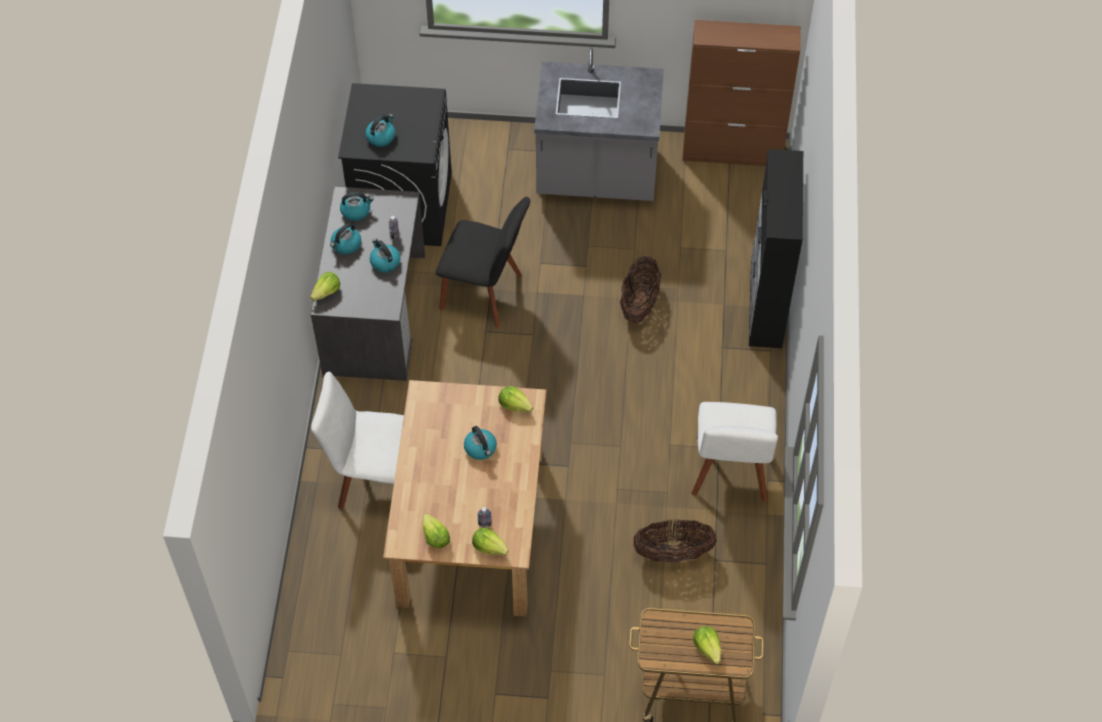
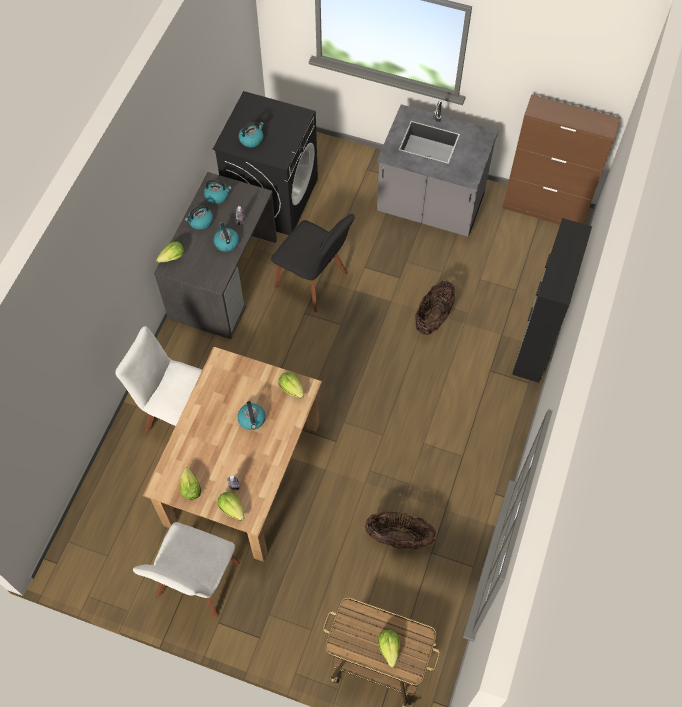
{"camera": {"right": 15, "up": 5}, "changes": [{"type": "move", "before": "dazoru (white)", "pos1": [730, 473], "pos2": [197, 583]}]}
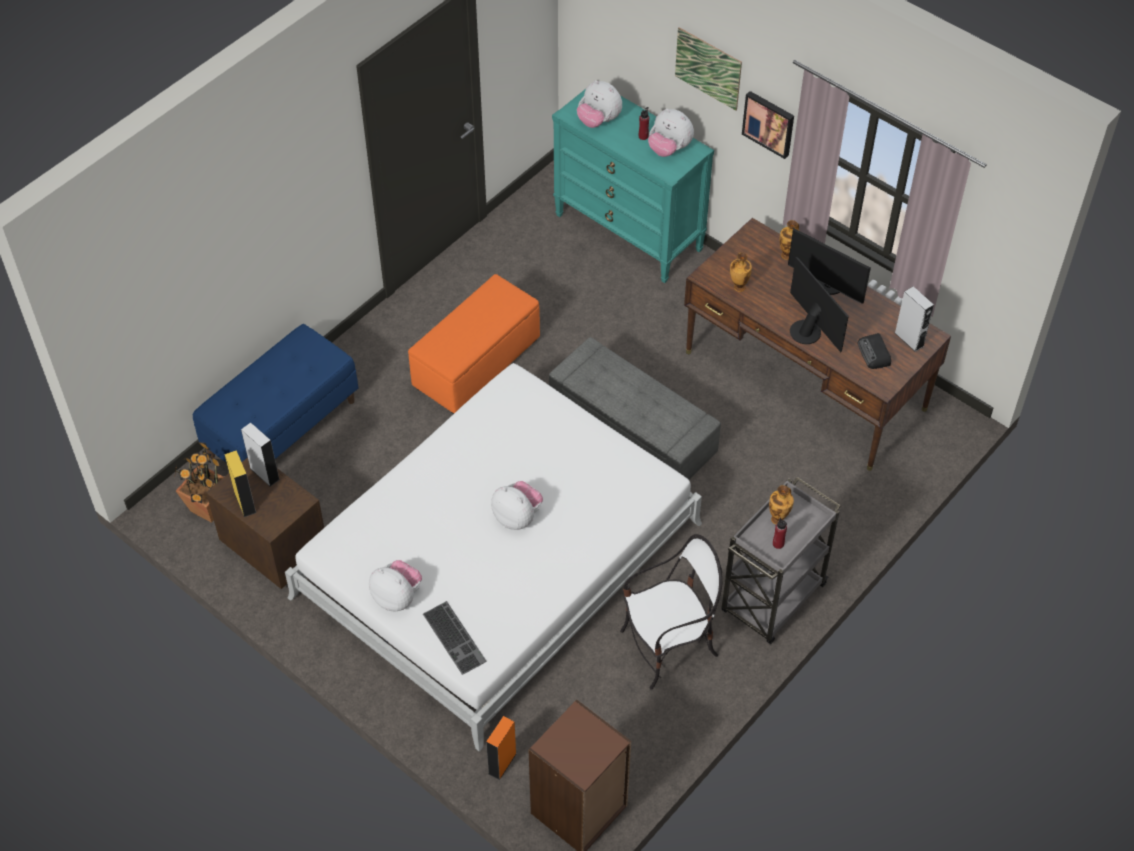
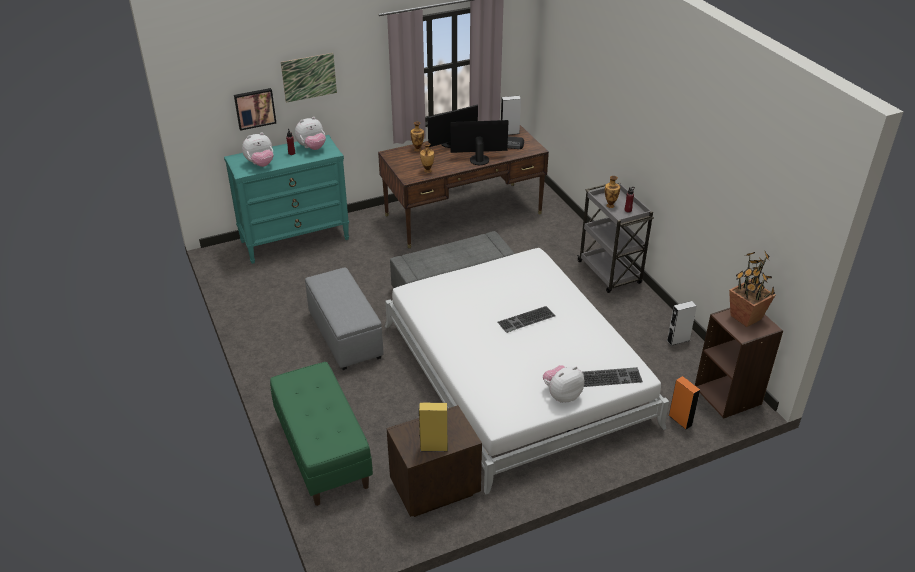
{"camera": {"right": -65, "up": -15}, "changes": [{"type": "move", "before": "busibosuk", "pos1": [208, 507], "pos2": [745, 317]}, {"type": "recolor", "before": "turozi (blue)", "after": "turozi (green)", "pos1": [282, 427], "pos2": [322, 452]}, {"type": "move", "before": "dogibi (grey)", "pos1": [264, 473], "pos2": [678, 340]}, {"type": "recolor", "before": "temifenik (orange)", "after": "temifenik (grey)", "pos1": [476, 364], "pos2": [345, 335]}, {"type": "replace", "before": "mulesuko", "after": "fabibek", "pos1": [517, 517], "pos2": [526, 320]}, {"type": "delete", "before": "dazoru", "pos1": [668, 647]}, {"type": "move", "before": "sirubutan", "pos1": [769, 123], "pos2": [254, 108]}]}
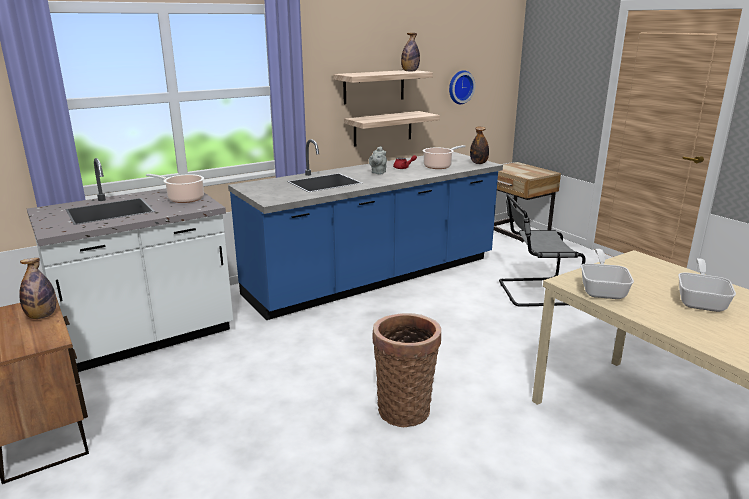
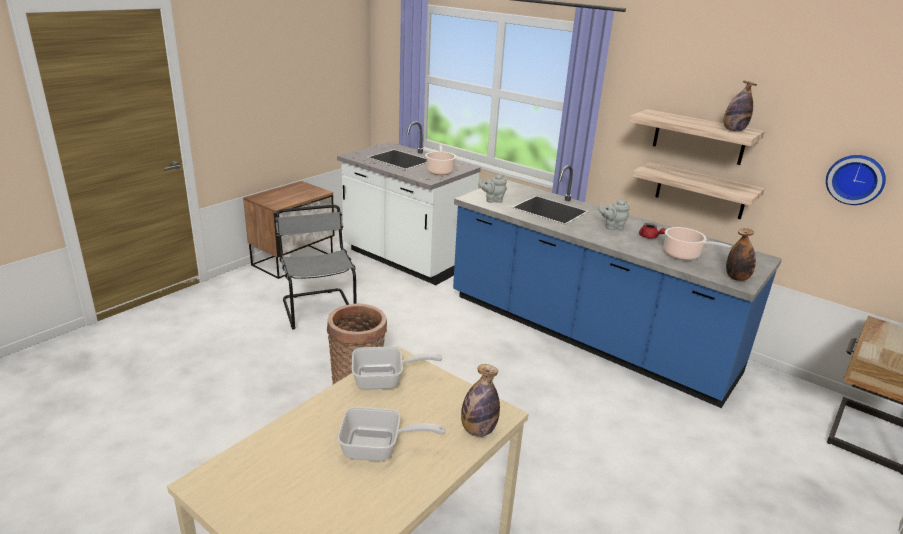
{"camera": {"right": 70, "up": 5}, "changes": [{"type": "move", "before": "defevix", "pos1": [42, 316], "pos2": [478, 430]}, {"type": "move", "before": "dazoru (grey)", "pos1": [533, 292], "pos2": [318, 308]}, {"type": "insert", "after": "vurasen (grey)", "pos2": [492, 200]}]}
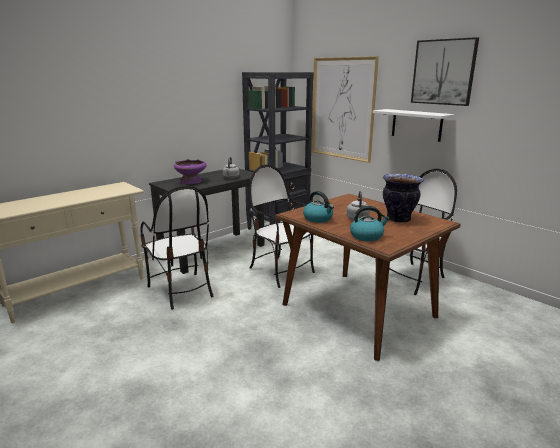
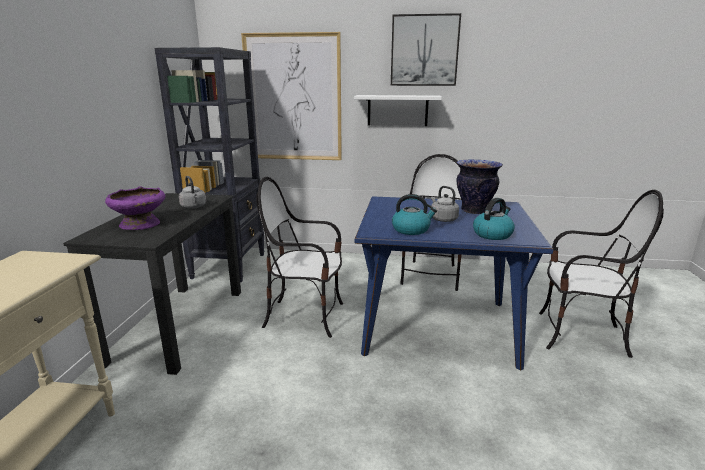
{"camera": {"right": -40, "up": 0}, "changes": [{"type": "move", "before": "dazoru", "pos1": [181, 290], "pos2": [580, 335]}, {"type": "recolor", "before": "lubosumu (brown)", "after": "lubosumu (blue)", "pos1": [357, 310], "pos2": [437, 327]}]}
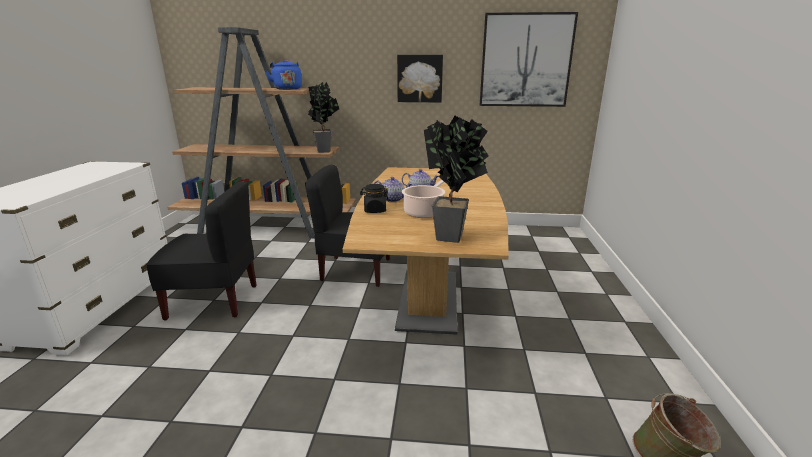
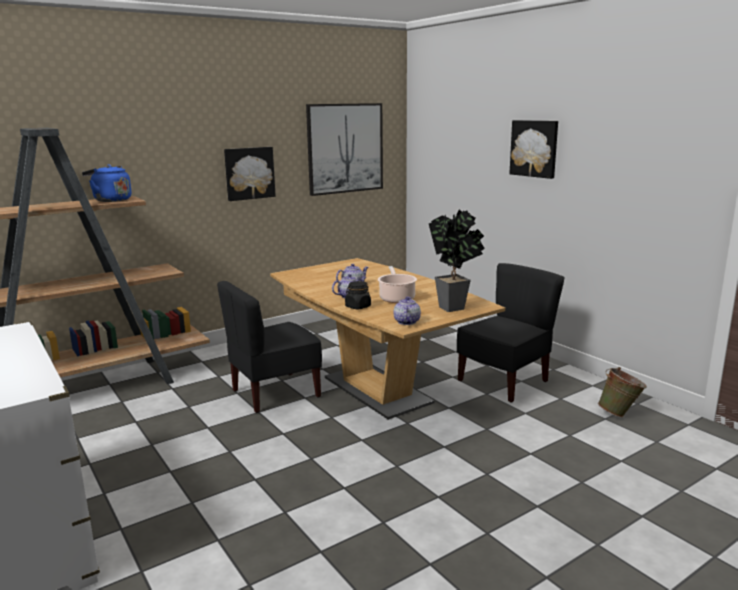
{"camera": {"right": -40, "up": -5}, "changes": [{"type": "move", "before": "dazoru (black)", "pos1": [214, 301], "pos2": [504, 381]}, {"type": "delete", "before": "busibosuk", "pos1": [325, 150]}, {"type": "insert", "after": "vurasen", "pos2": [406, 322]}, {"type": "insert", "after": "sirubutan", "pos2": [534, 148]}]}
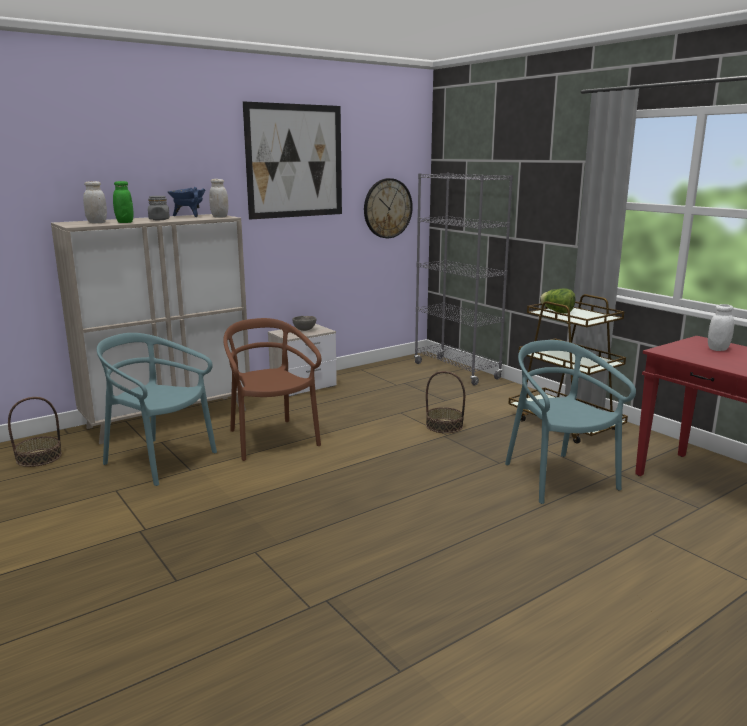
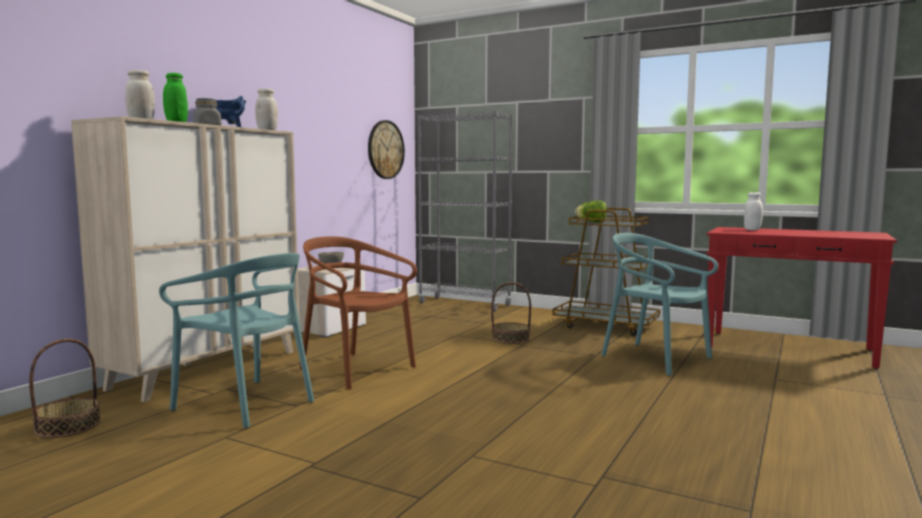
{"camera": {"right": -25, "up": -10}, "changes": [{"type": "rotate", "before": "dazoru (turquoise)", "pos1": [159, 460], "pos2": [246, 403], "turn": -150}, {"type": "delete", "before": "sirubutan", "pos1": [295, 161]}]}
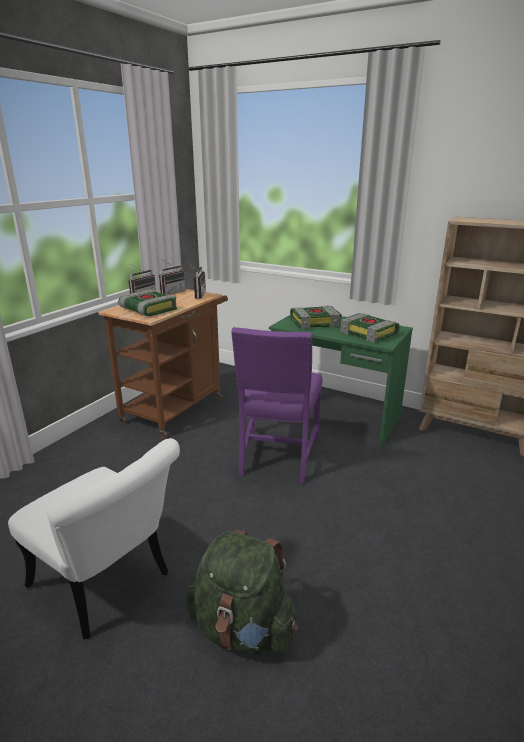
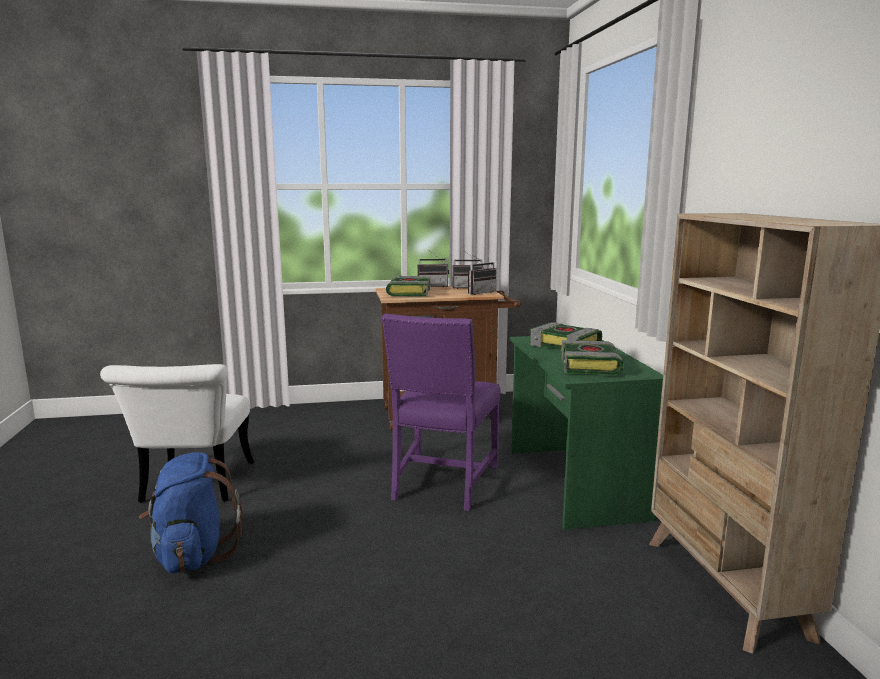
{"camera": {"right": 50, "up": -10}, "changes": [{"type": "recolor", "before": "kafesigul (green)", "after": "kafesigul (blue)", "pos1": [242, 629], "pos2": [193, 555]}, {"type": "rotate", "before": "dazoru (purple)", "pos1": [277, 456], "pos2": [442, 483], "turn": -45}]}
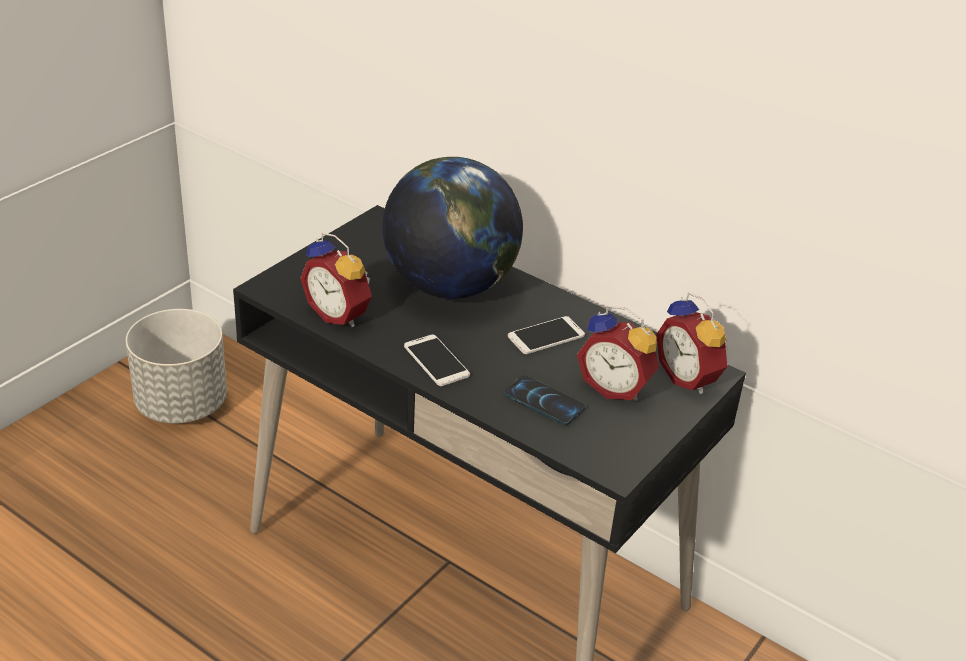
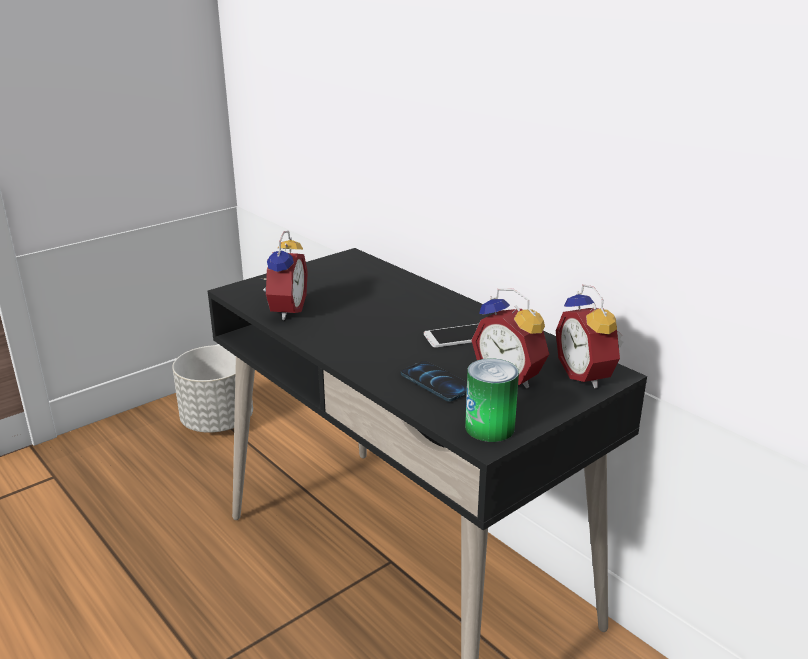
{"camera": {"right": 15, "up": -10}, "changes": [{"type": "rotate", "before": "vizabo", "pos1": [340, 314], "pos2": [284, 310], "turn": -135}, {"type": "delete", "before": "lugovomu", "pos1": [450, 287]}, {"type": "delete", "before": "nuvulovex", "pos1": [436, 361]}, {"type": "insert", "after": "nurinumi", "pos2": [489, 427]}]}
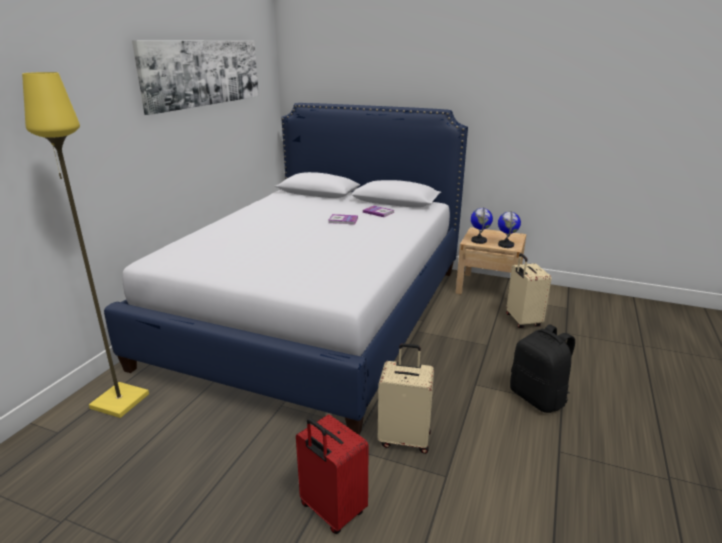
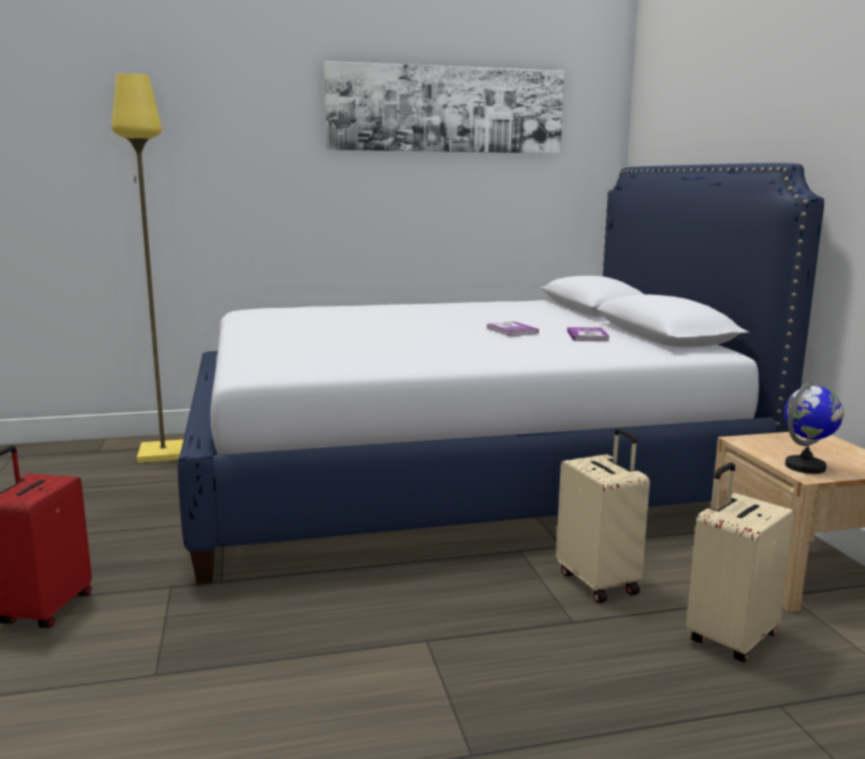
{"camera": {"right": 55, "up": -10}, "changes": [{"type": "move", "before": "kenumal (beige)", "pos1": [405, 438], "pos2": [599, 582]}, {"type": "delete", "before": "lugovomu", "pos1": [479, 240]}, {"type": "delete", "before": "kafesigul (black)", "pos1": [538, 398]}]}
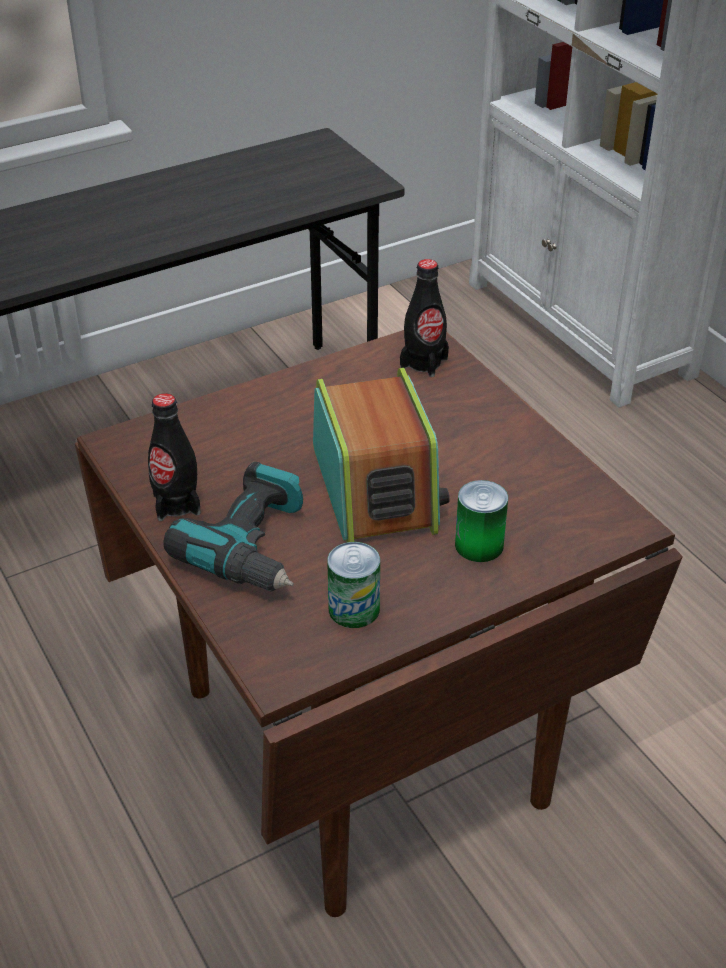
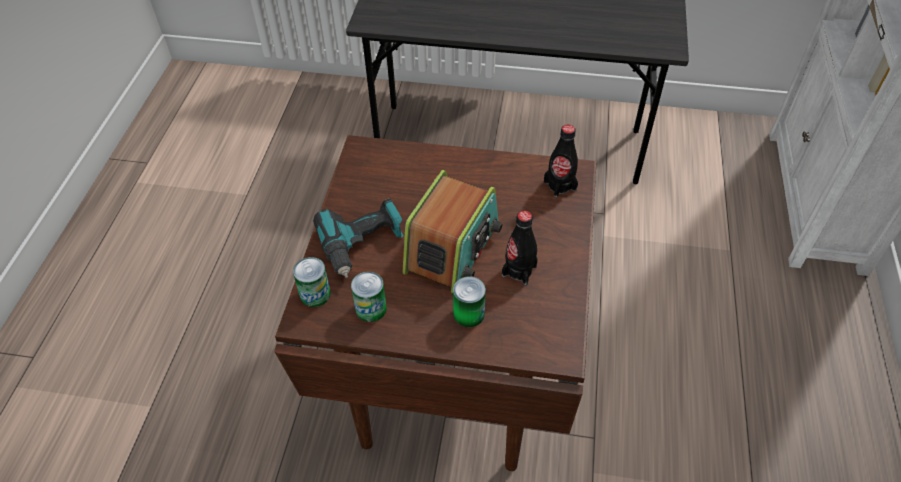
{"camera": {"right": 40, "up": 10}, "changes": [{"type": "move", "before": "defevix (black)", "pos1": [177, 504], "pos2": [519, 270]}, {"type": "insert", "after": "nurinumi", "pos2": [315, 294]}]}
